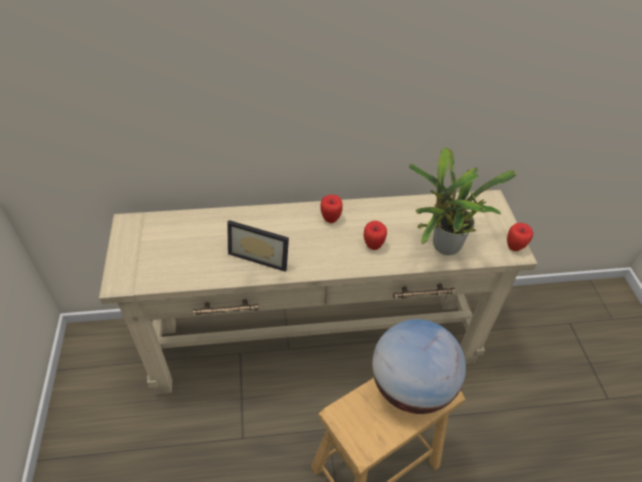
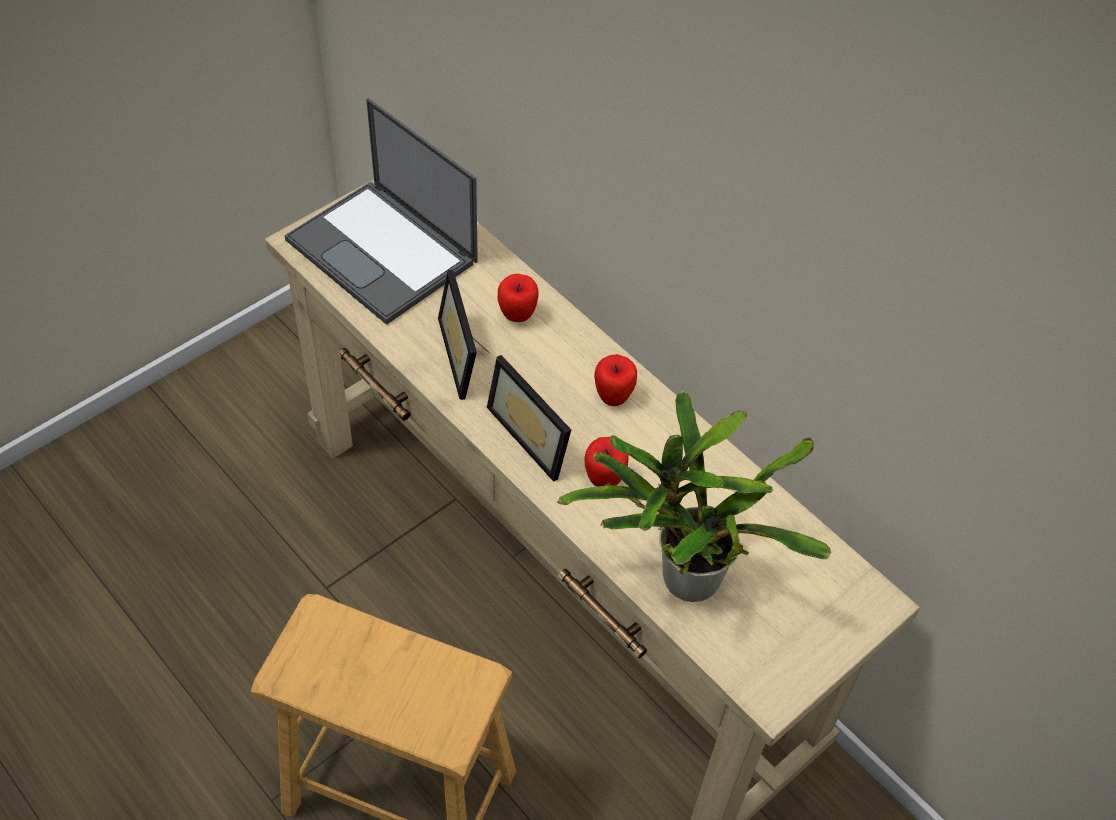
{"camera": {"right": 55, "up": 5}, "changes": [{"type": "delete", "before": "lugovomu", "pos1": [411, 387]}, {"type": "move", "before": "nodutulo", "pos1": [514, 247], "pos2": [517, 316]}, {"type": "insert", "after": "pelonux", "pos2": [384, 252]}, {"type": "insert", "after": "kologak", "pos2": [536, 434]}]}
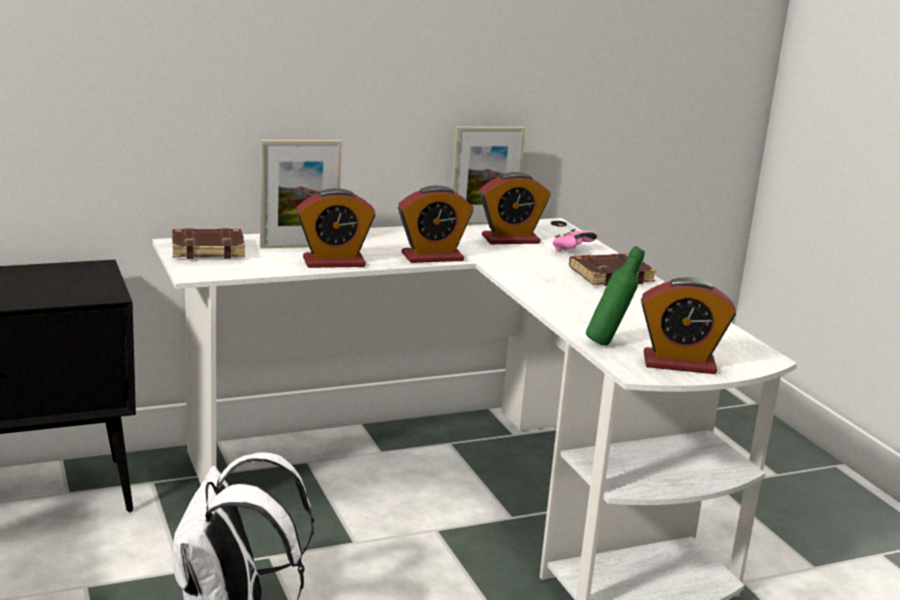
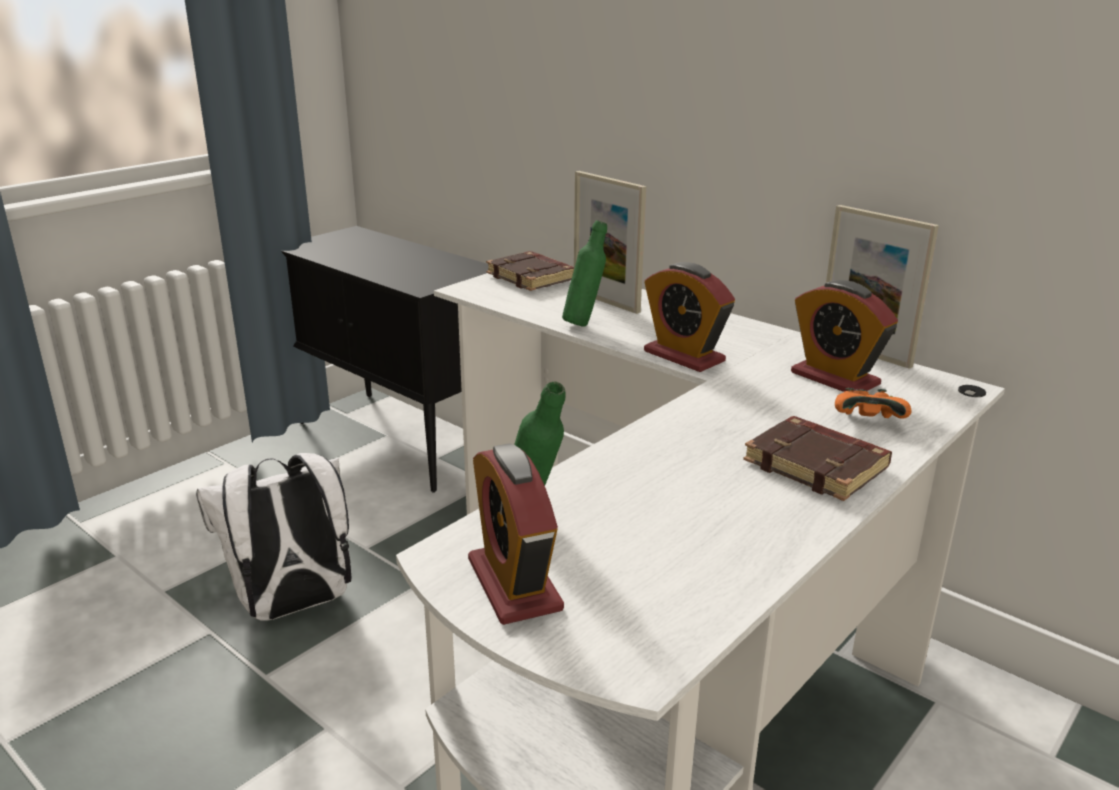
{"camera": {"right": 65, "up": 5}, "changes": [{"type": "replace", "before": "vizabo", "after": "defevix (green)", "pos1": [334, 262], "pos2": [584, 323]}, {"type": "recolor", "before": "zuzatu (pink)", "after": "zuzatu (orange)", "pos1": [572, 251], "pos2": [868, 421]}]}
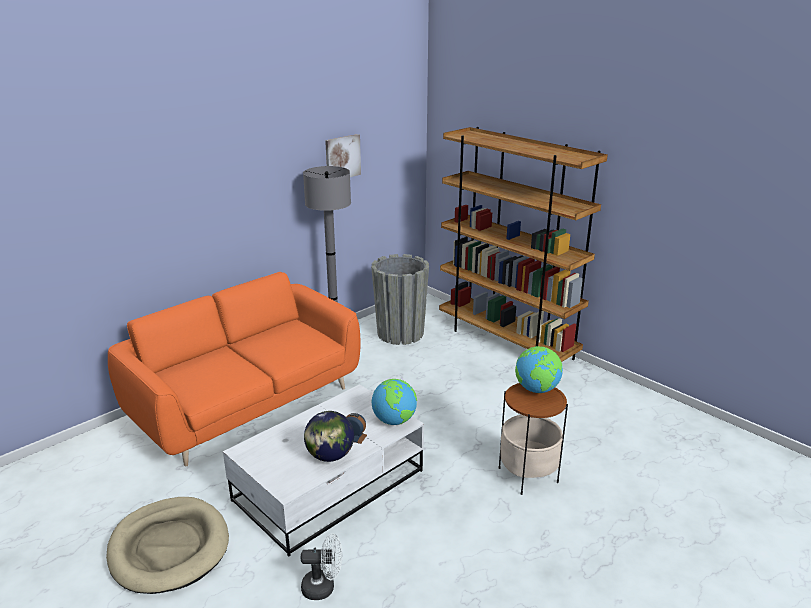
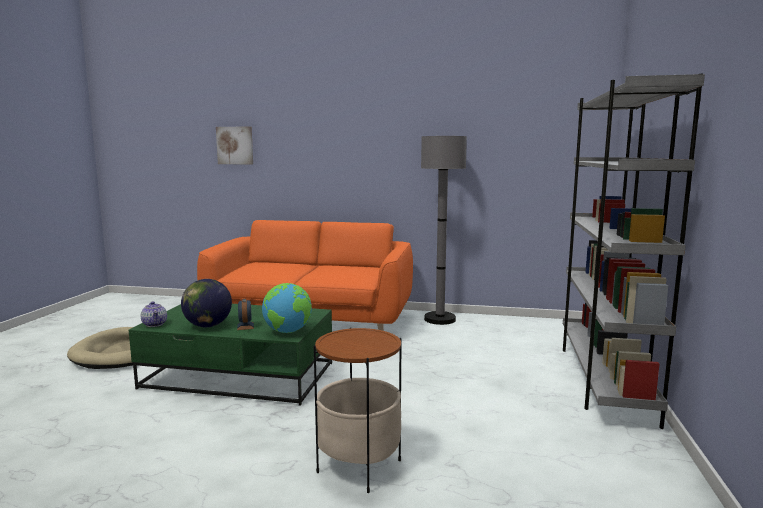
{"camera": {"right": 55, "up": -15}, "changes": [{"type": "recolor", "before": "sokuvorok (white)", "after": "sokuvorok (green)", "pos1": [330, 484], "pos2": [240, 375]}, {"type": "delete", "before": "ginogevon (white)", "pos1": [323, 587]}, {"type": "move", "before": "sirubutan", "pos1": [342, 157], "pos2": [235, 145]}, {"type": "delete", "before": "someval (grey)", "pos1": [400, 333]}, {"type": "recolor", "before": "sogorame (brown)", "after": "sogorame (grey)", "pos1": [506, 342], "pos2": [603, 379]}, {"type": "delete", "before": "lugovomu", "pos1": [537, 390]}, {"type": "insert", "after": "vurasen", "pos2": [155, 324]}]}
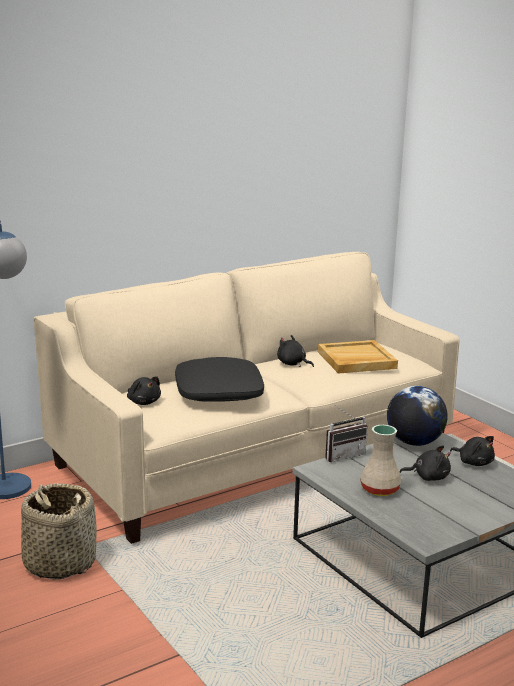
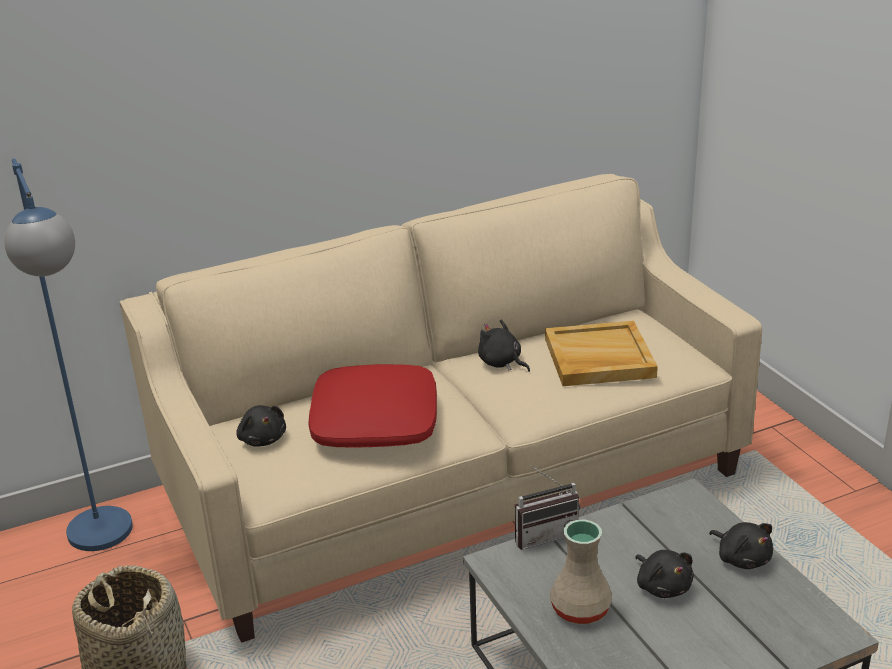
{"camera": {"right": 10, "up": 10}, "changes": [{"type": "recolor", "before": "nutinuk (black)", "after": "nutinuk (red)", "pos1": [218, 392], "pos2": [374, 421]}, {"type": "delete", "before": "lugovomu", "pos1": [414, 442]}, {"type": "rotate", "before": "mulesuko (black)", "pos1": [428, 477], "pos2": [662, 586], "turn": 45}]}
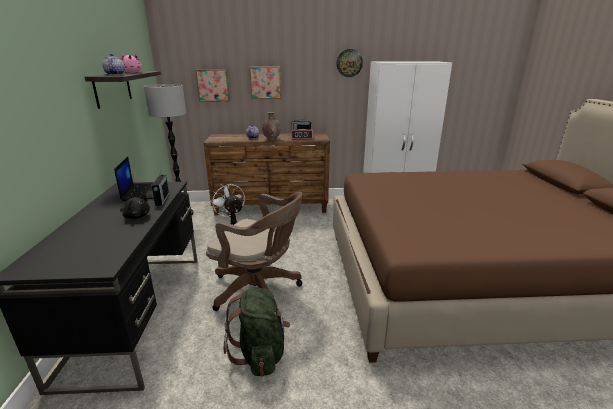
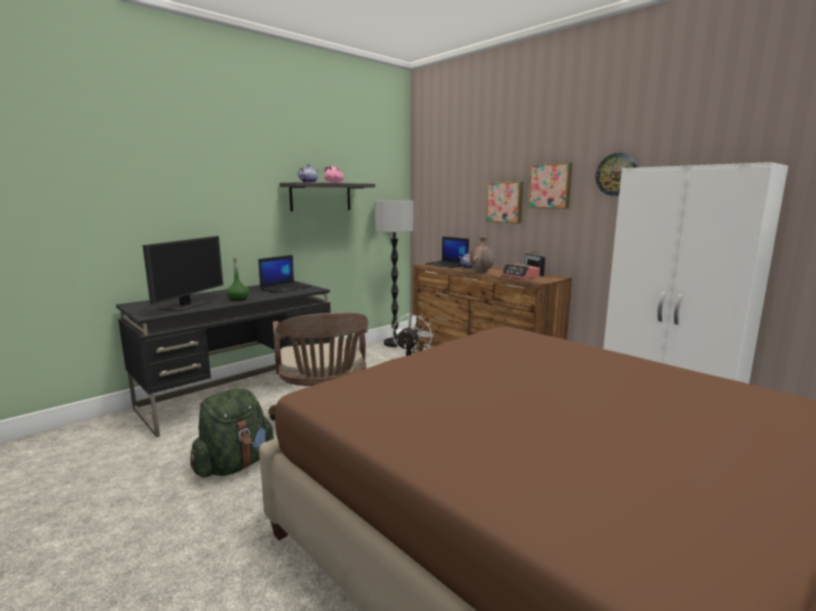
{"camera": {"right": 50, "up": -10}, "changes": [{"type": "replace", "before": "mulesuko (black)", "after": "defevix (green)", "pos1": [136, 216], "pos2": [238, 299]}, {"type": "delete", "before": "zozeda", "pos1": [162, 199]}, {"type": "move", "before": "sirubutan", "pos1": [213, 85], "pos2": [550, 186]}, {"type": "insert", "after": "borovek", "pos2": [186, 305]}, {"type": "insert", "after": "pelonux", "pos2": [447, 265]}]}
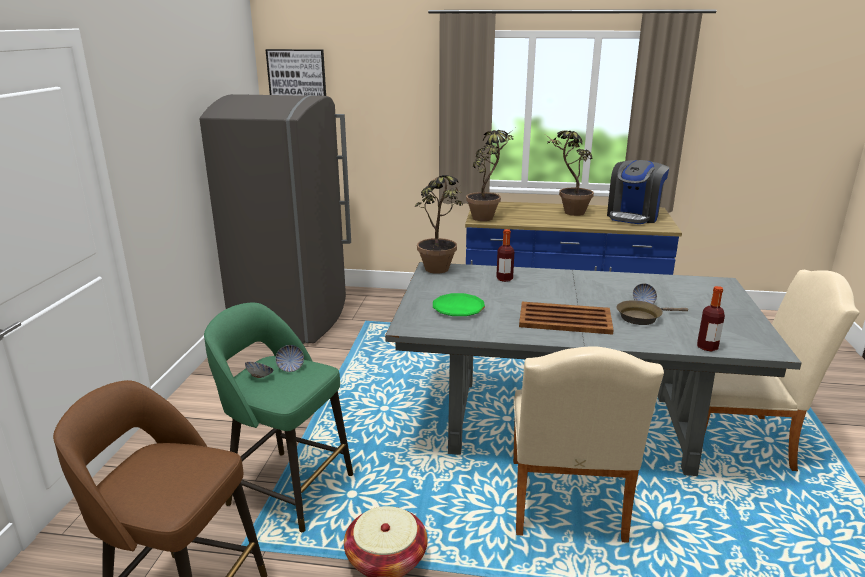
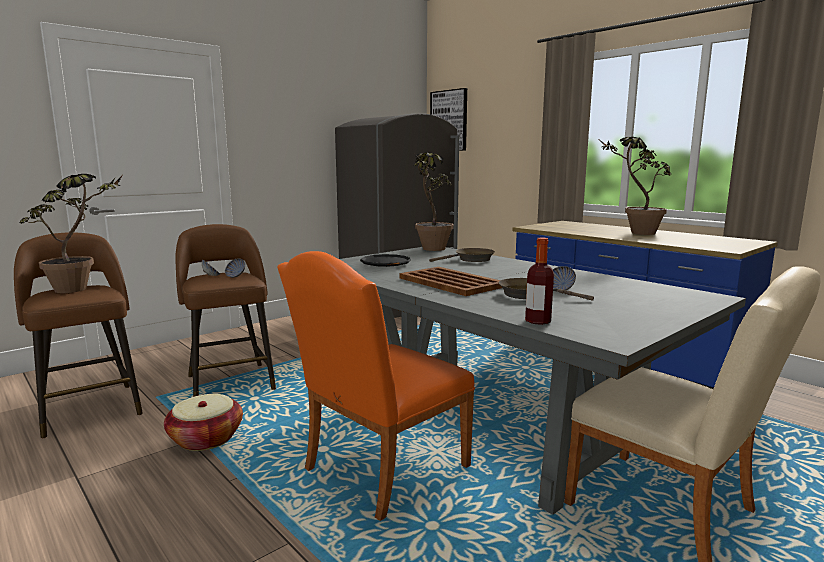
{"camera": {"right": 40, "up": -10}, "changes": [{"type": "recolor", "before": "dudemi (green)", "after": "dudemi (brown)", "pos1": [288, 488], "pos2": [230, 381]}, {"type": "recolor", "before": "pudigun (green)", "after": "pudigun (black)", "pos1": [458, 308], "pos2": [385, 264]}, {"type": "move", "before": "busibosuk", "pos1": [487, 216], "pos2": [82, 289]}, {"type": "replace", "before": "defevix", "after": "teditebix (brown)", "pos1": [504, 279], "pos2": [471, 259]}, {"type": "recolor", "before": "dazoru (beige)", "after": "dazoru (orange)", "pos1": [566, 506], "pos2": [378, 472]}, {"type": "delete", "before": "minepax", "pos1": [633, 216]}]}
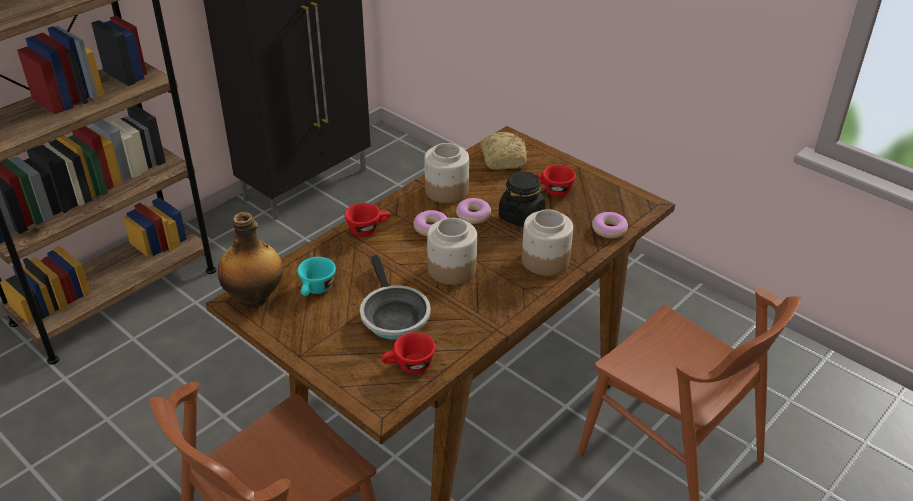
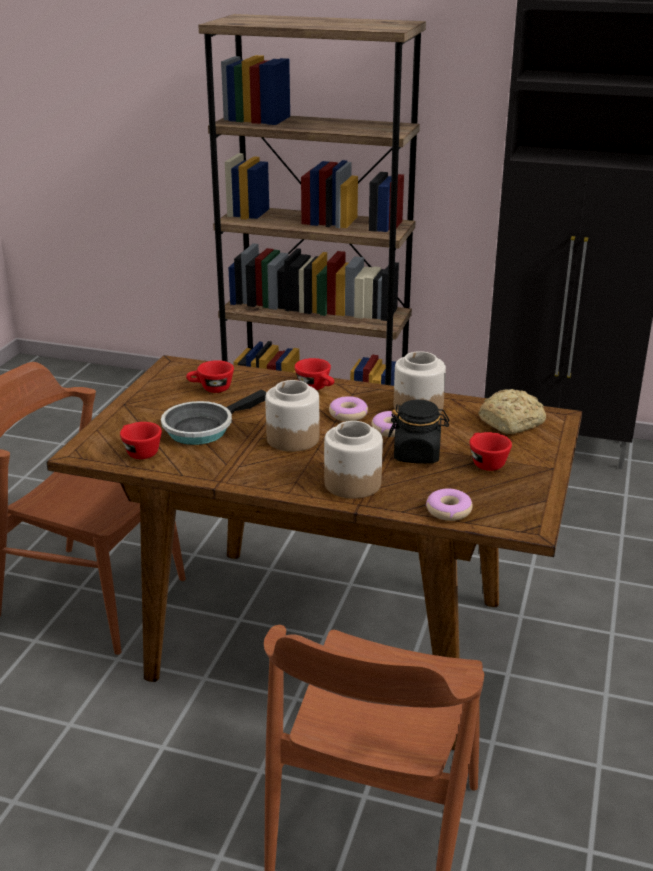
{"camera": {"right": 65, "up": -10}, "changes": [{"type": "delete", "before": "defevix", "pos1": [255, 297]}, {"type": "recolor", "before": "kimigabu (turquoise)", "after": "kimigabu (red)", "pos1": [316, 290], "pos2": [211, 389]}]}
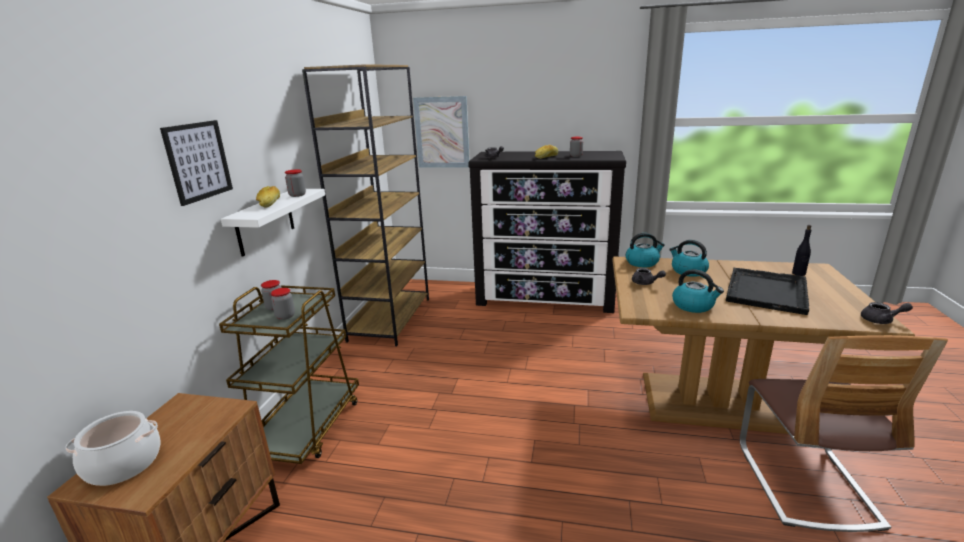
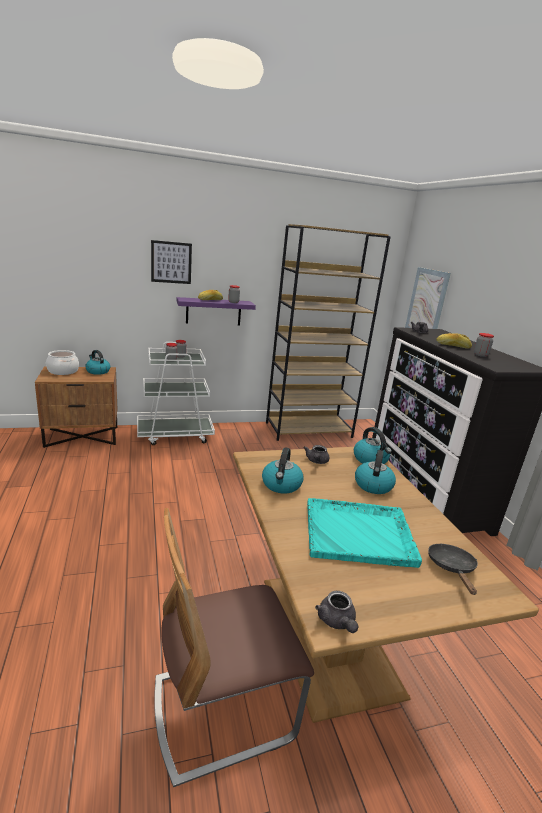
{"camera": {"right": 60, "up": 0}, "changes": [{"type": "recolor", "before": "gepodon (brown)", "after": "gepodon (white)", "pos1": [306, 427], "pos2": [175, 434]}, {"type": "recolor", "before": "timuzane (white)", "after": "timuzane (purple)", "pos1": [265, 221], "pos2": [213, 311]}, {"type": "recolor", "before": "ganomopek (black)", "after": "ganomopek (turquoise)", "pos1": [766, 291], "pos2": [360, 533]}, {"type": "replace", "before": "defevix (black)", "after": "teditebix (black)", "pos1": [798, 273], "pos2": [452, 568]}, {"type": "insert", "after": "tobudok", "pos2": [97, 371]}]}
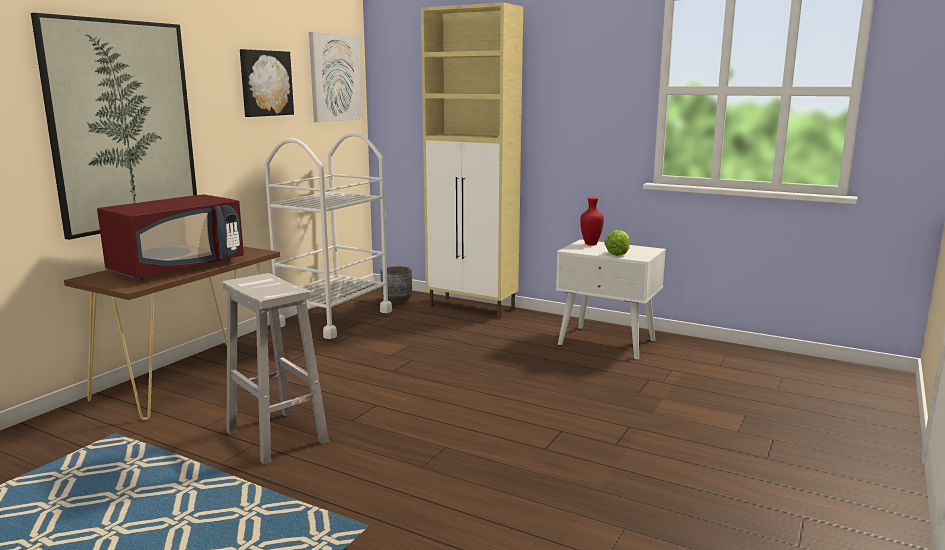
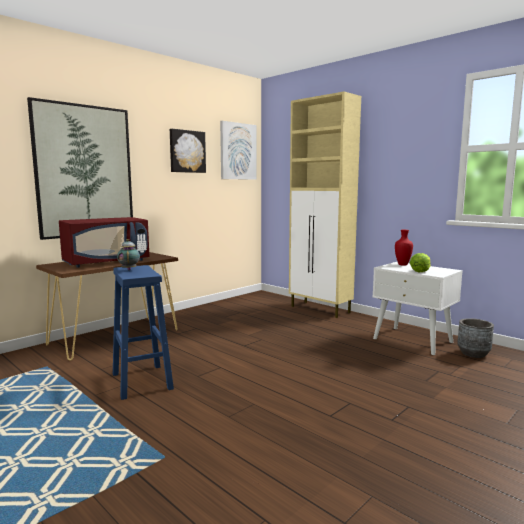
{"camera": {"right": 15, "up": -5}, "changes": [{"type": "recolor", "before": "dudemi (white)", "after": "dudemi (blue)", "pos1": [278, 437], "pos2": [142, 382]}, {"type": "delete", "before": "gepodon (white)", "pos1": [333, 318]}, {"type": "move", "before": "someval (grey)", "pos1": [397, 301], "pos2": [473, 354]}, {"type": "insert", "after": "vurasen", "pos2": [129, 269]}]}
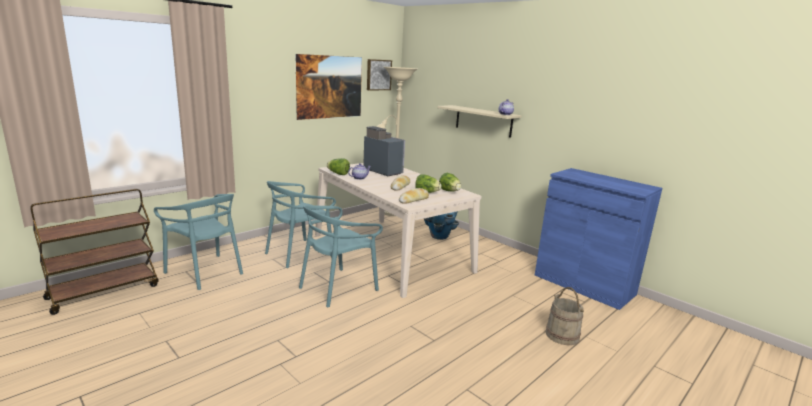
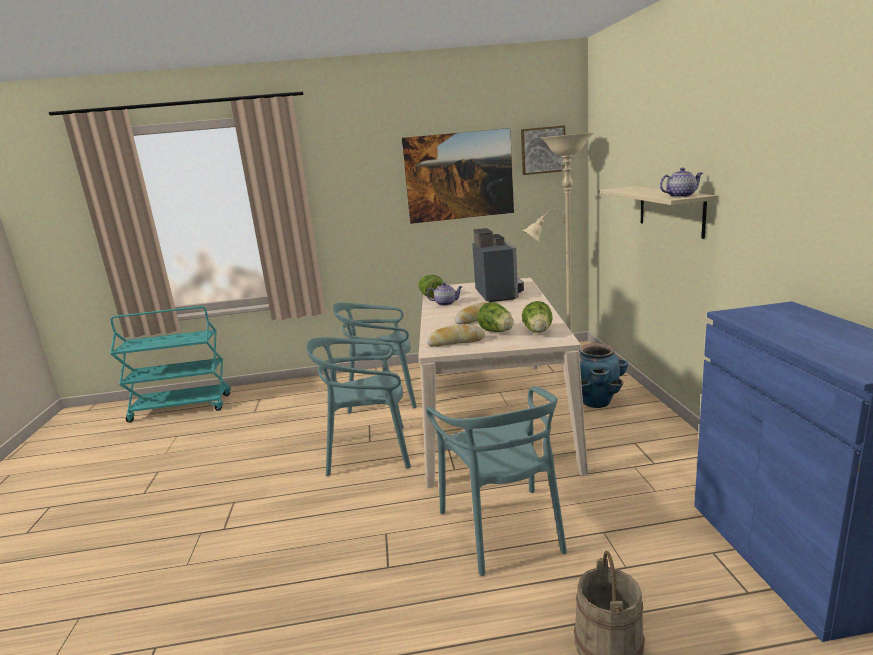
{"camera": {"right": 40, "up": 0}, "changes": [{"type": "recolor", "before": "gepodon (brown)", "after": "gepodon (turquoise)", "pos1": [104, 291], "pos2": [182, 407]}, {"type": "move", "before": "dazoru (turquoise)", "pos1": [205, 272], "pos2": [503, 528]}]}
